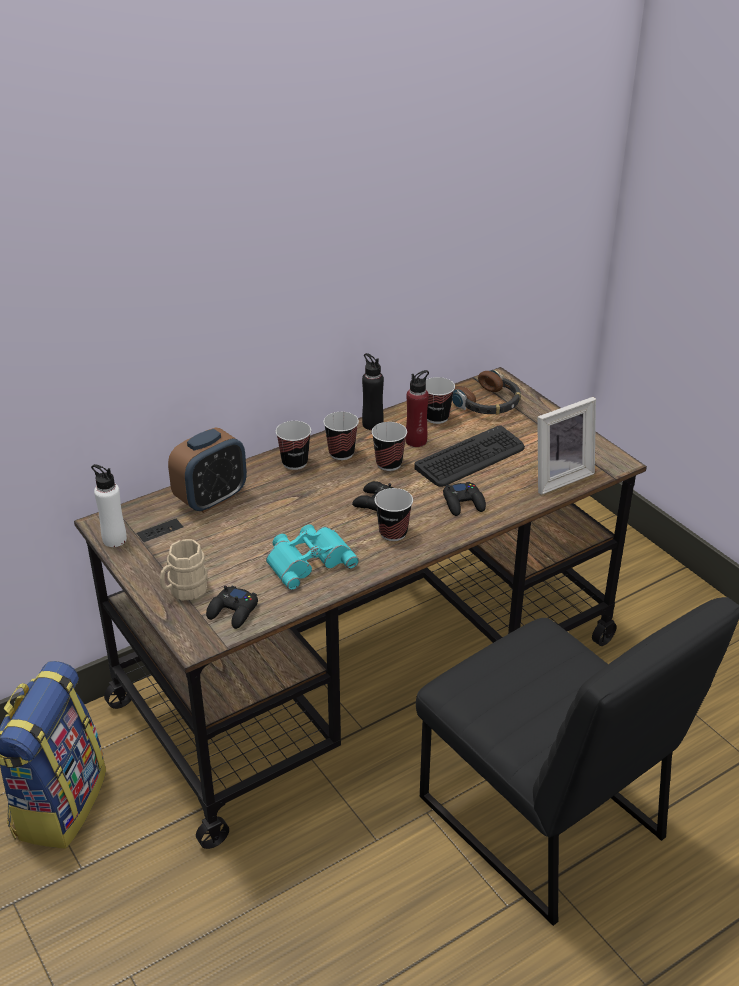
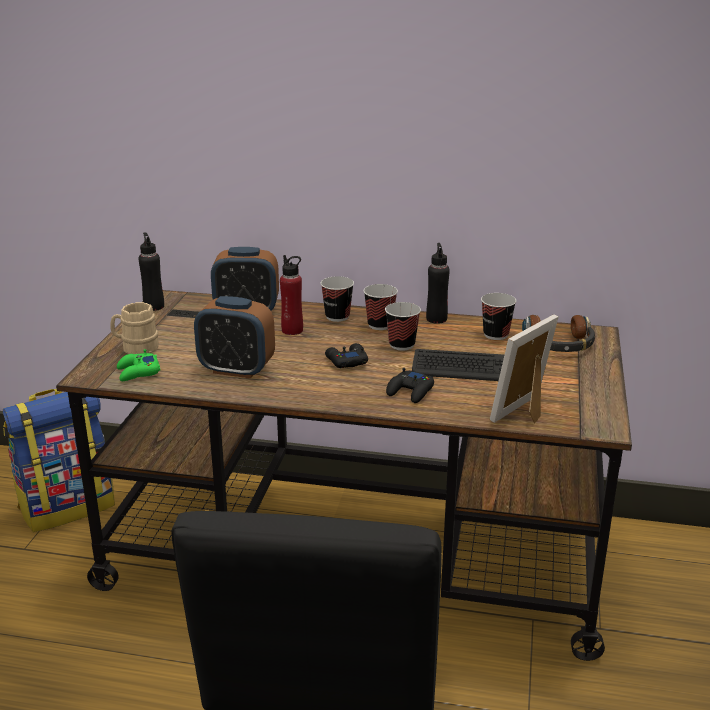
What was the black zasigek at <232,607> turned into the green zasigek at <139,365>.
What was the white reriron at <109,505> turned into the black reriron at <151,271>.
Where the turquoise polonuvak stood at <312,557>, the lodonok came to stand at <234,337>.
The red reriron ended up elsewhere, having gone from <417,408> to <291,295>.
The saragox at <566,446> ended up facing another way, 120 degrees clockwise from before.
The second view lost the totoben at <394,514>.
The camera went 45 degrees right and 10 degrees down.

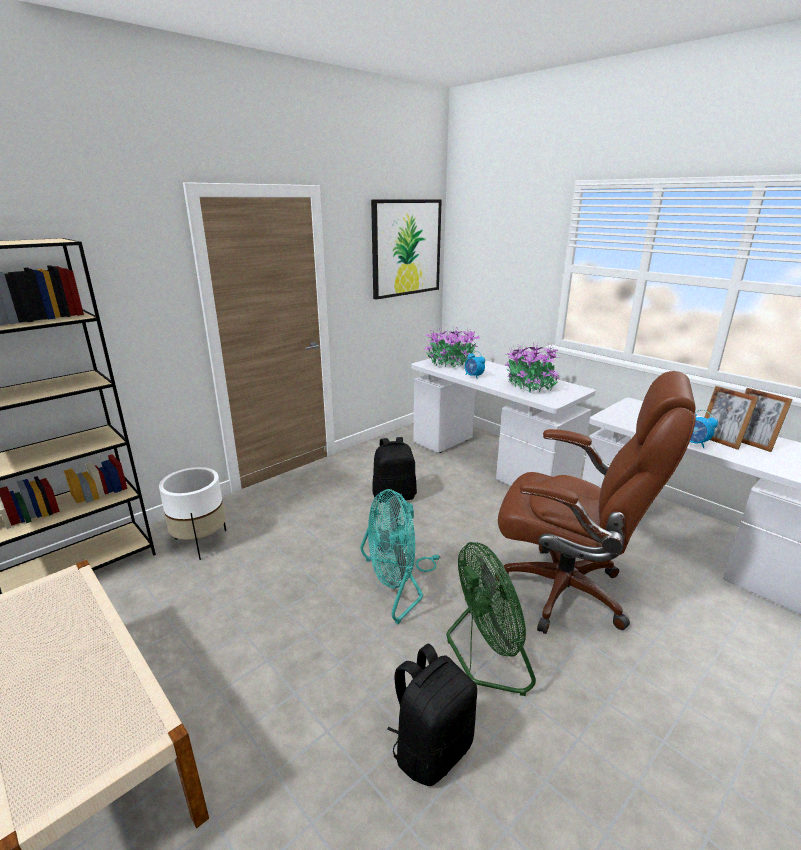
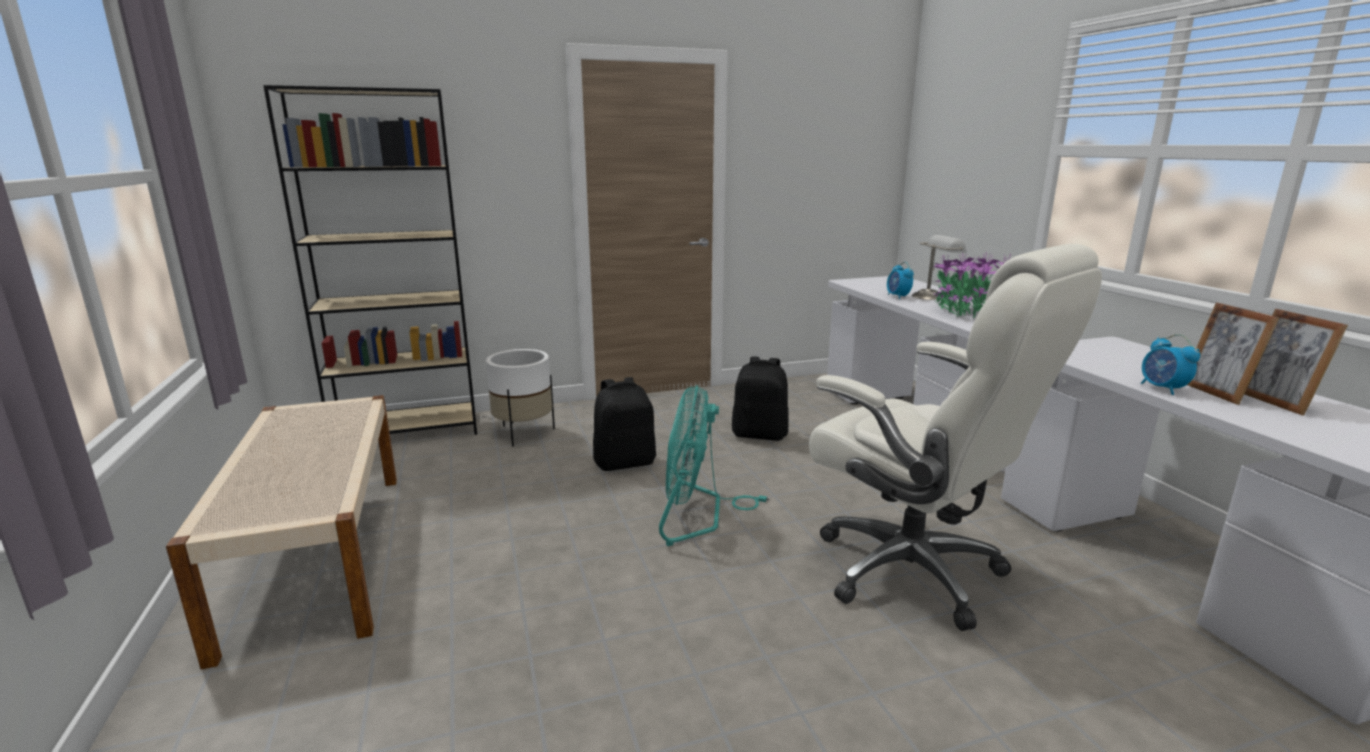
The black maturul ended up elsewhere, having gone from <432,715> to <624,424>.
What was the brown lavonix at <595,502> turned into the white lavonix at <955,437>.
The second view gained the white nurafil at <938,267>.
The second view lost the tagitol at <406,249>.
The second view lost the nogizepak at <452,347>.
The second view lost the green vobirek at <491,619>.
The camera went 25 degrees right and 5 degrees down.

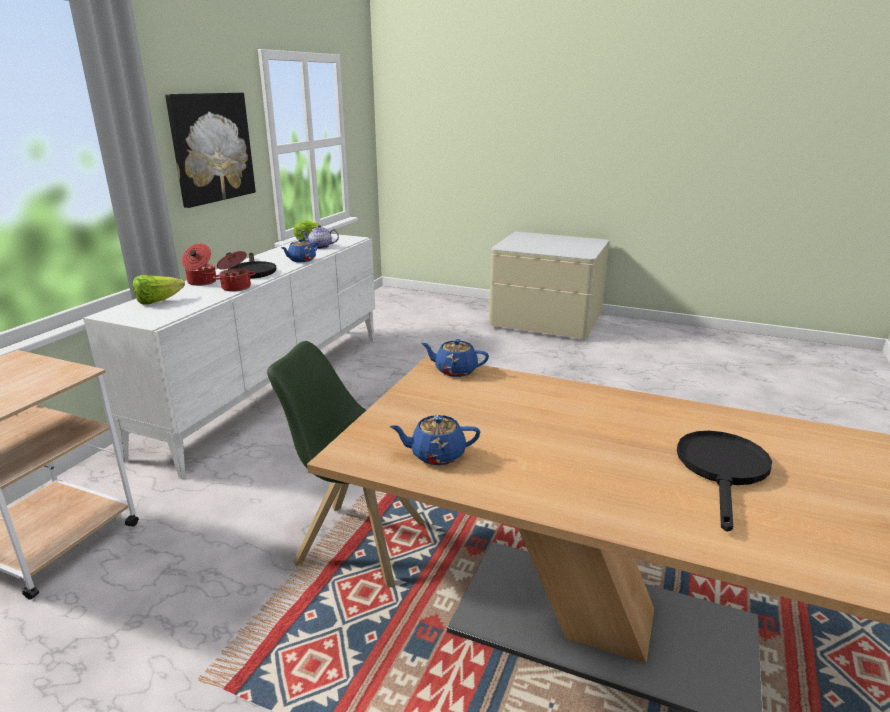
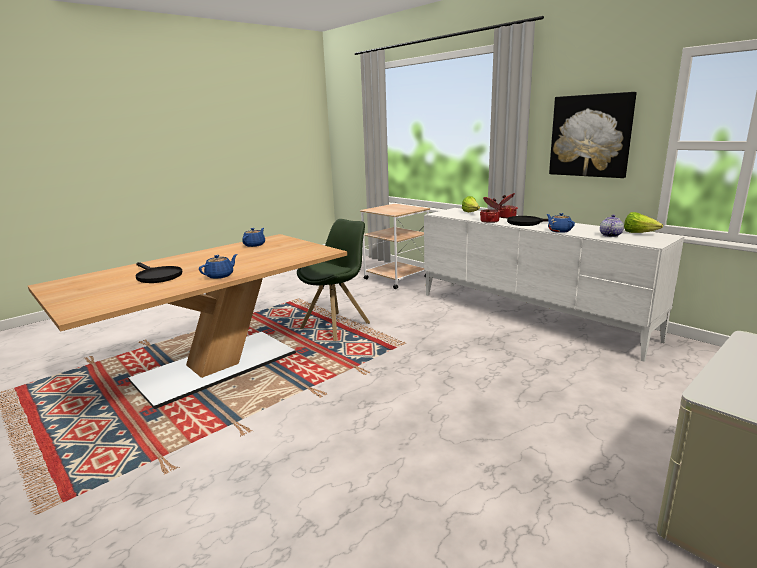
The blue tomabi ended up elsewhere, having gone from <455,358> to <218,266>.
The camera went 115 degrees right and 5 degrees down.

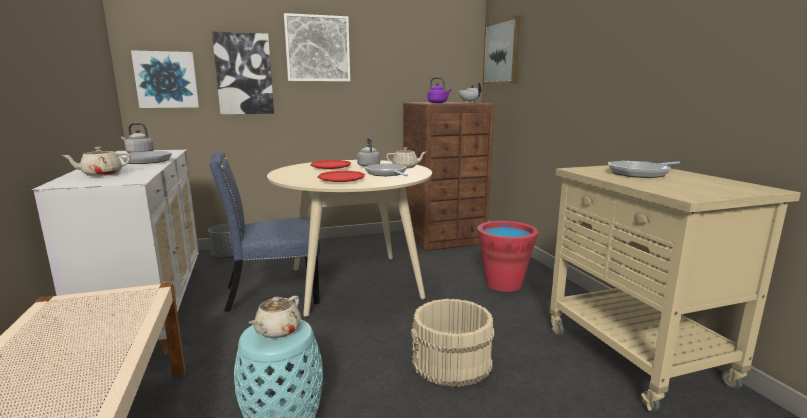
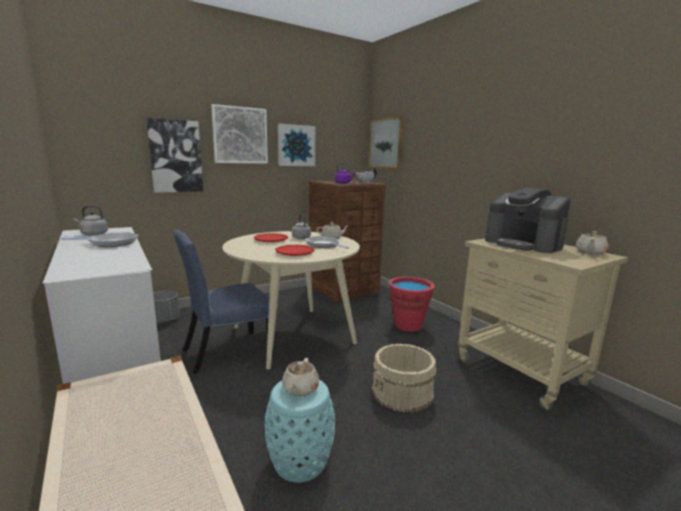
The tagitol ended up elsewhere, having gone from <165,79> to <296,145>.
Where the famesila stood at <644,169>, the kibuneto came to stand at <527,220>.
The beige tomabi ended up elsewhere, having gone from <96,161> to <592,243>.
The camera went 15 degrees left and 0 degrees up.

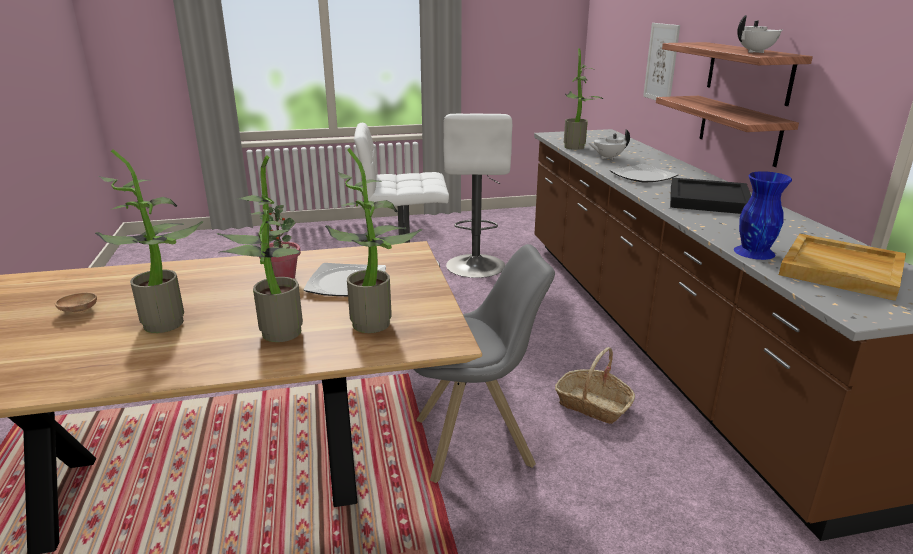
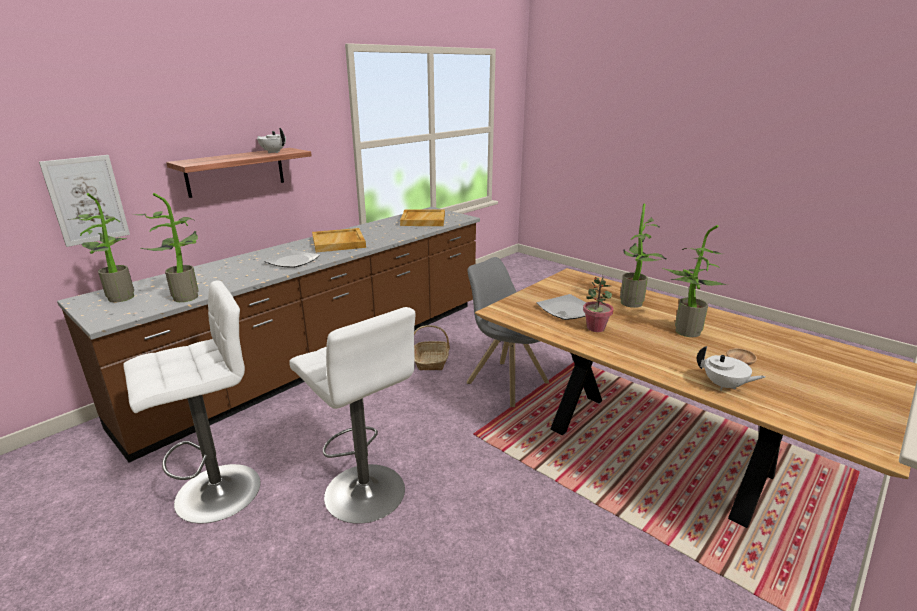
The nogizepak ended up elsewhere, having gone from <373,240> to <103,247>.
What was the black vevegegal at <710,196> turned into the beige vevegegal at <339,240>.
The white tomabi ended up elsewhere, having gone from <609,144> to <731,368>.
The second view lost the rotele at <727,131>.
The second view lost the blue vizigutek at <763,215>.
The camera went 125 degrees left and 0 degrees up.

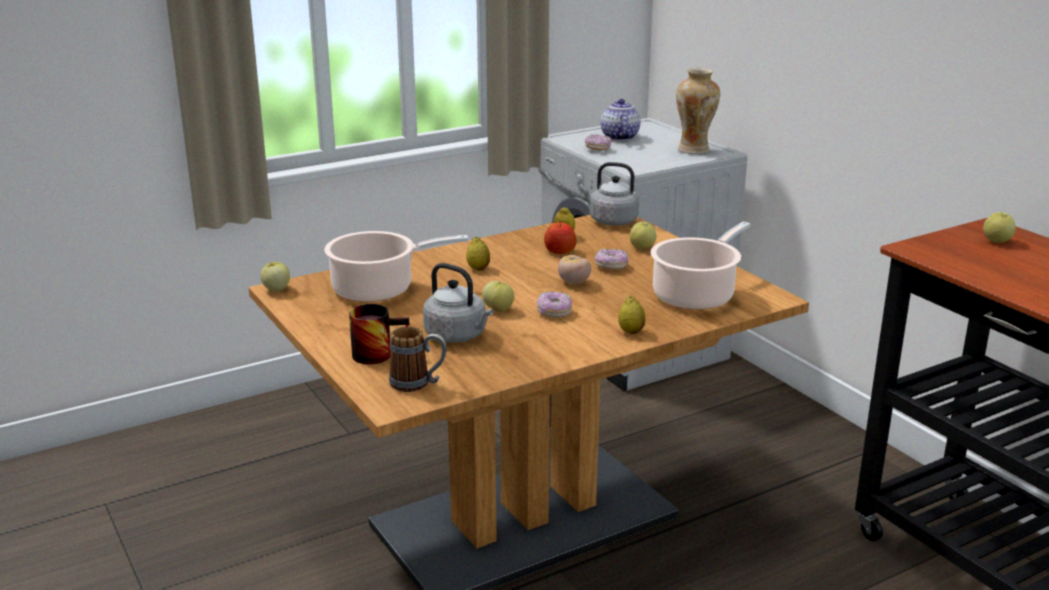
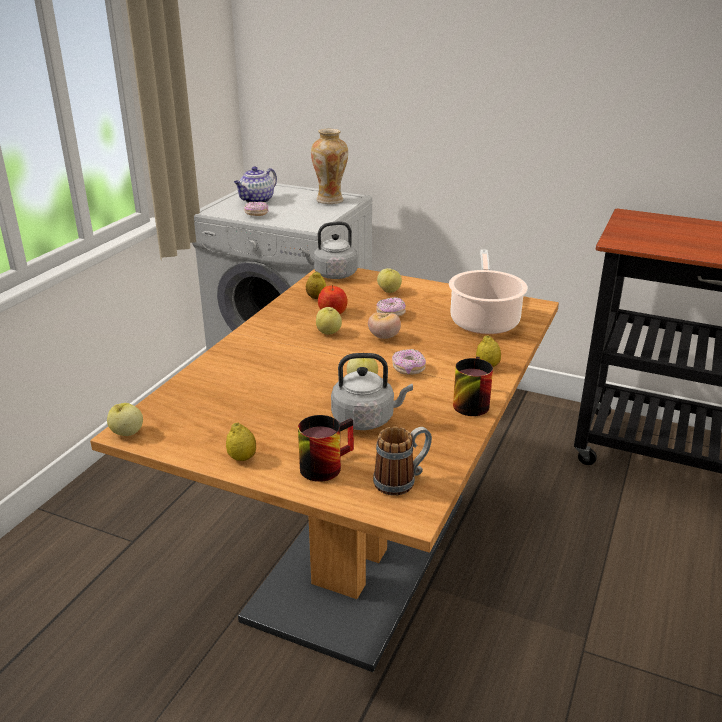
The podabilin ended up elsewhere, having gone from <478,254> to <241,441>.
The tomabi at <620,120> ended up facing another way, 105 degrees counterclockwise from before.
The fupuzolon ended up elsewhere, having gone from <999,227> to <329,320>.
The second view gained the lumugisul at <473,386>.
The second view lost the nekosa at <396,266>.
The camera went 35 degrees left and 5 degrees up.

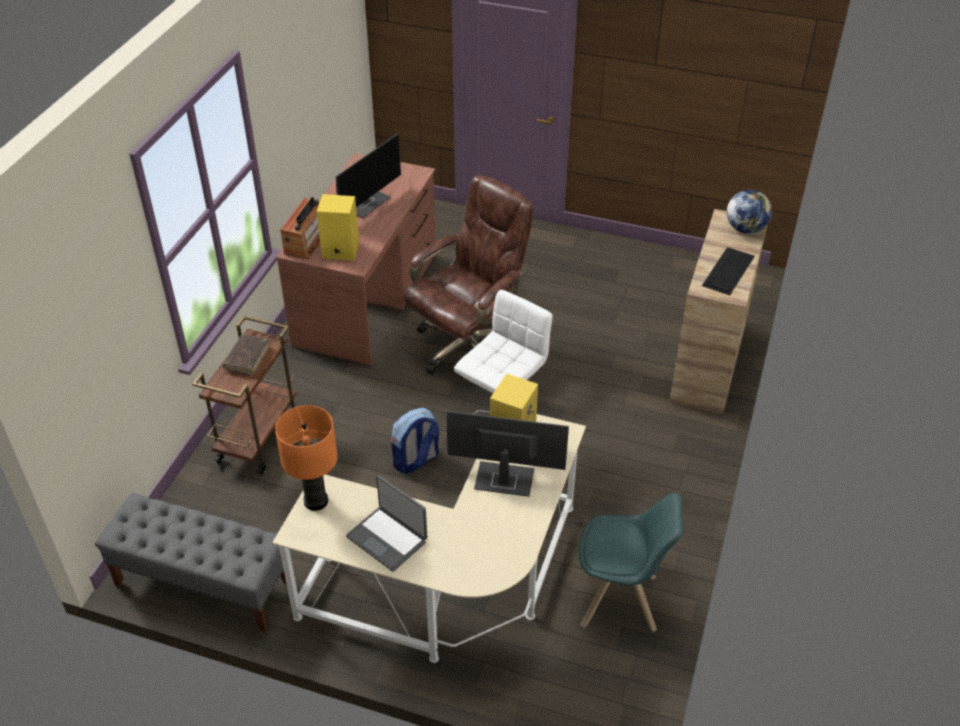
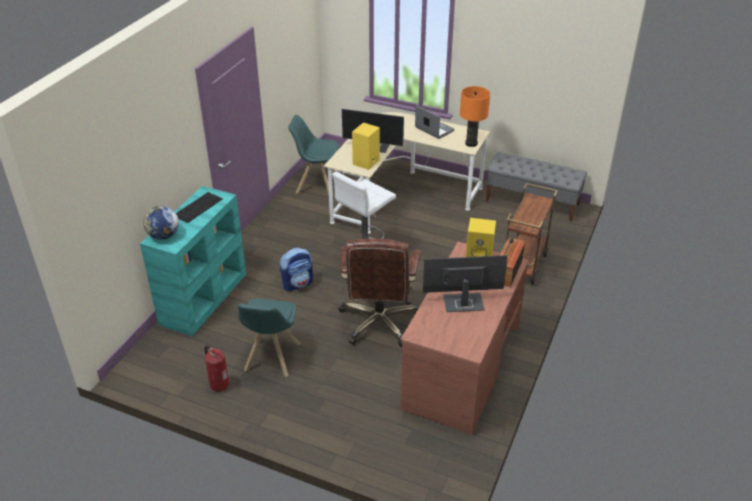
What was the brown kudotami at <718,312> turned into the turquoise kudotami at <193,261>.
The second view gained the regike at <217,368>.
The second view gained the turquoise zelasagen at <269,337>.
The maturul ended up elsewhere, having gone from <415,441> to <296,269>.
The brown lavonix at <468,275> ended up facing another way, 45 degrees counterclockwise from before.
The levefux at <368,175> ended up facing another way, 45 degrees clockwise from before.
The second view lost the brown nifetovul at <246,355>.
The camera went 175 degrees left and 5 degrees down.

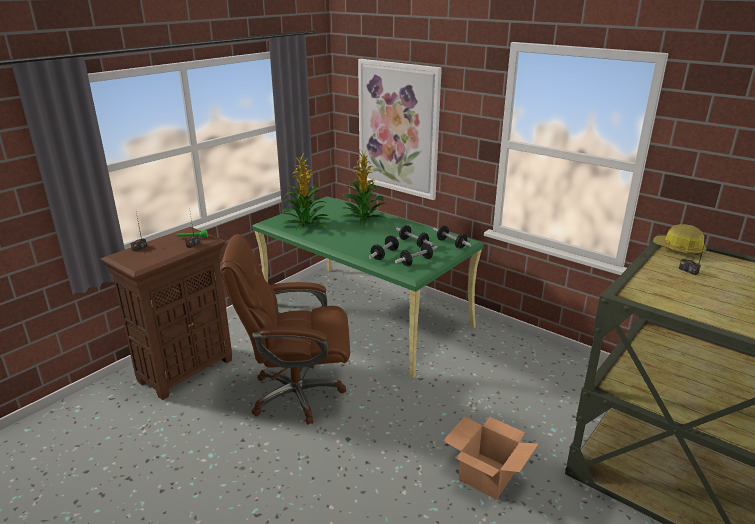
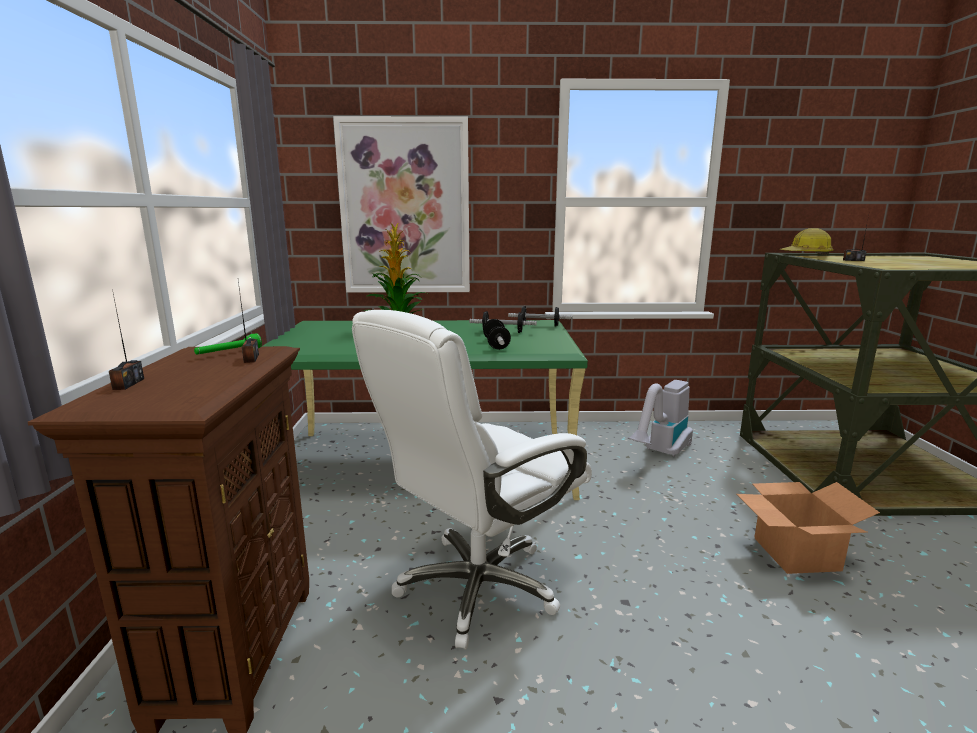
What was the brown lavonix at <285,329> turned into the white lavonix at <472,479>.
The second view gained the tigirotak at <660,418>.
The second view lost the nogizepak at <305,192>.
The second view lost the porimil at <416,254>.
The camera went 40 degrees left and 10 degrees down.

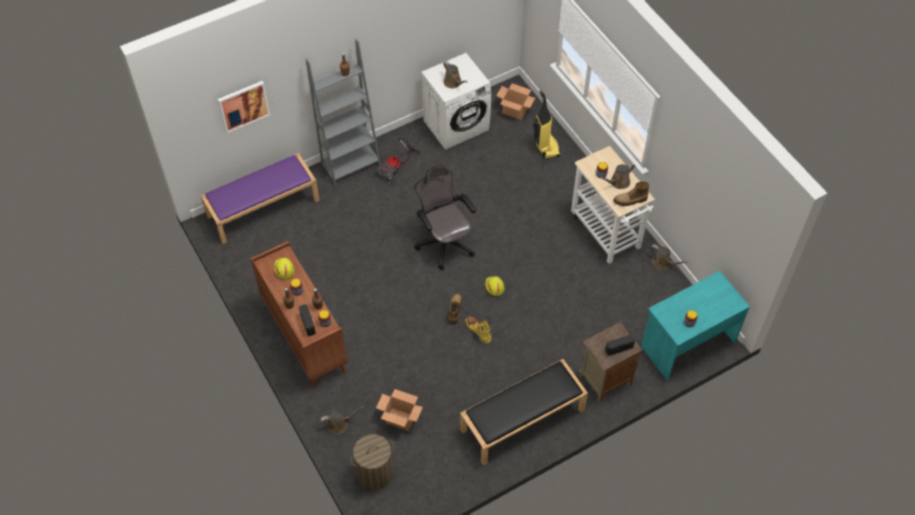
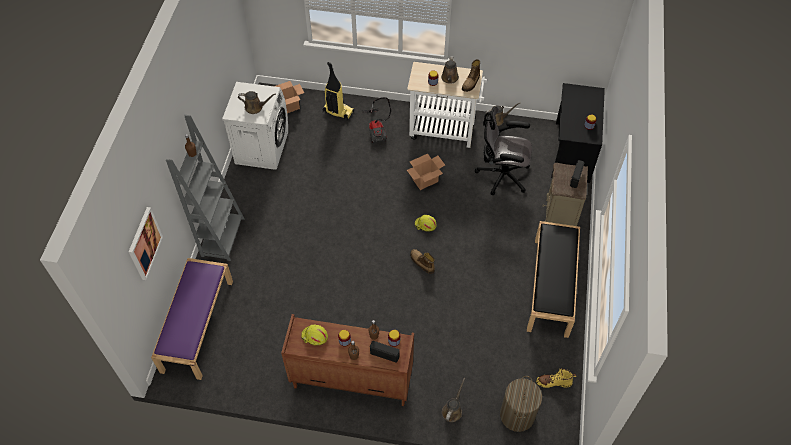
The tigirotak ended up elsewhere, having gone from <398,160> to <377,120>.
The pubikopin ended up elsewhere, having gone from <399,410> to <426,172>.
The lavonix ended up elsewhere, having gone from <445,218> to <503,151>.
The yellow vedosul ended up elsewhere, having gone from <479,330> to <556,378>.
What was the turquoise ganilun at <695,325> turned into the black ganilun at <578,133>.
The camera went 50 degrees left and 0 degrees up.

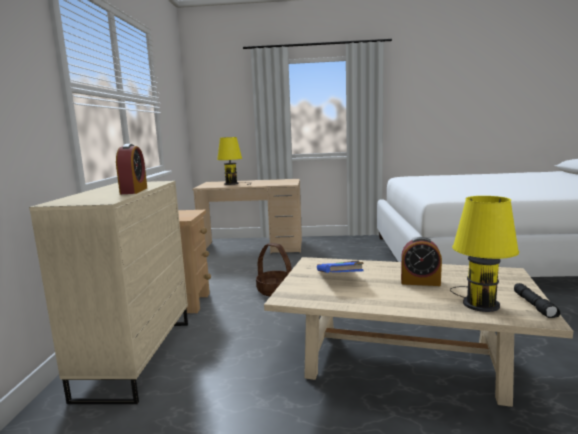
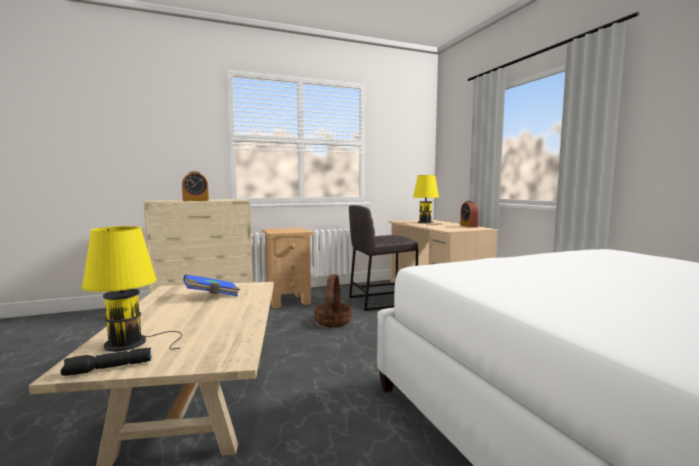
The second view gained the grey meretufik at <383,258>.
The lodonok ended up elsewhere, having gone from <421,261> to <469,214>.
The camera went 65 degrees right and 5 degrees down.

